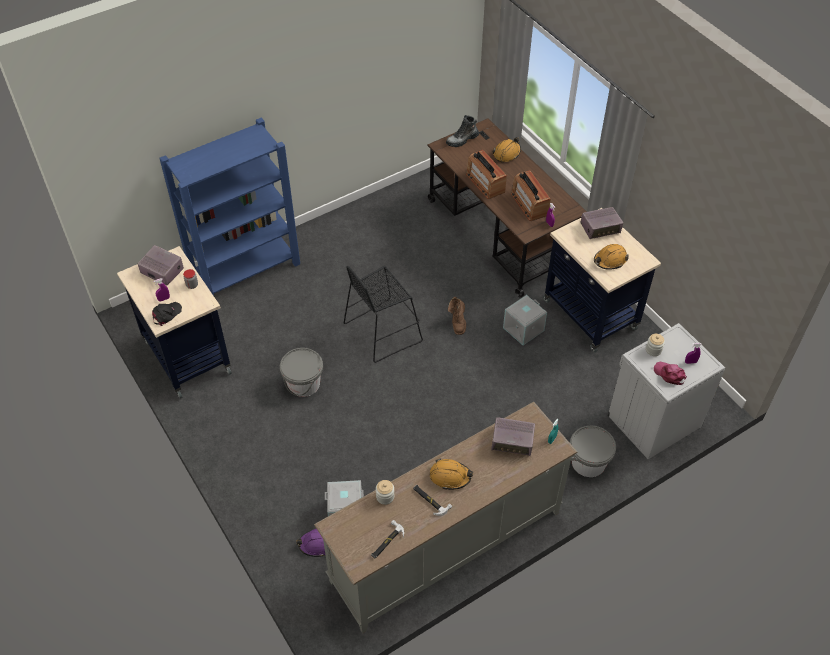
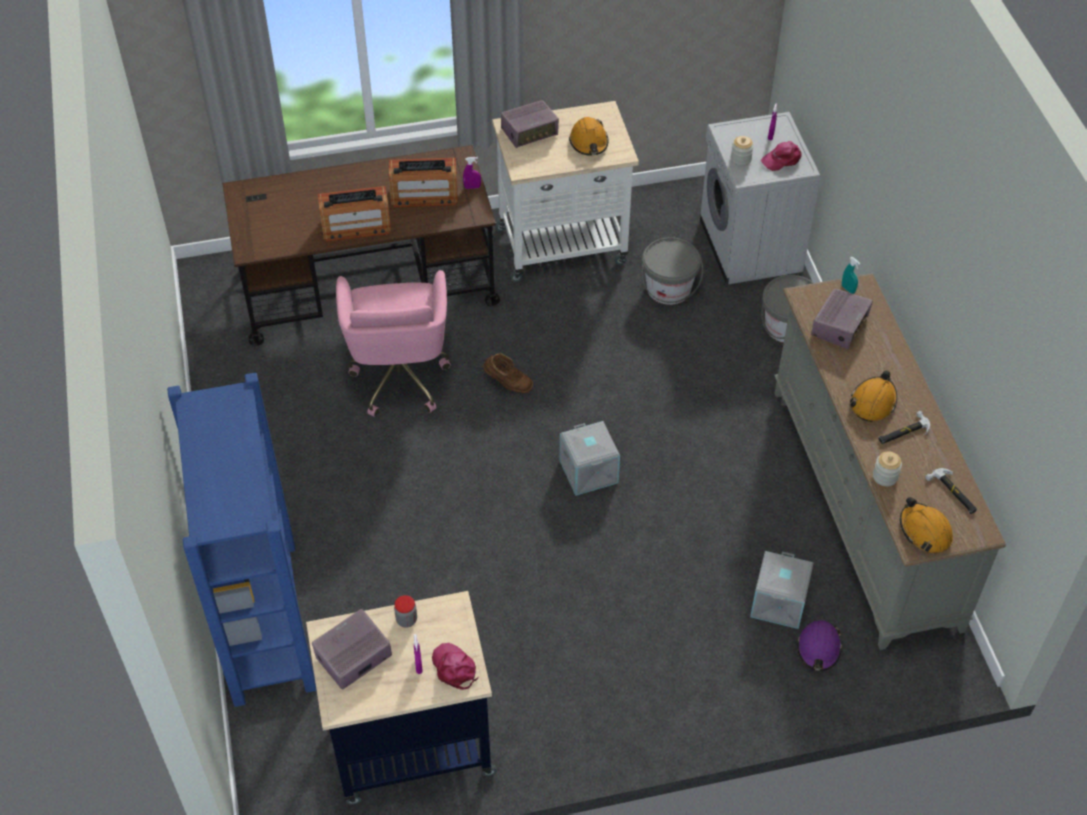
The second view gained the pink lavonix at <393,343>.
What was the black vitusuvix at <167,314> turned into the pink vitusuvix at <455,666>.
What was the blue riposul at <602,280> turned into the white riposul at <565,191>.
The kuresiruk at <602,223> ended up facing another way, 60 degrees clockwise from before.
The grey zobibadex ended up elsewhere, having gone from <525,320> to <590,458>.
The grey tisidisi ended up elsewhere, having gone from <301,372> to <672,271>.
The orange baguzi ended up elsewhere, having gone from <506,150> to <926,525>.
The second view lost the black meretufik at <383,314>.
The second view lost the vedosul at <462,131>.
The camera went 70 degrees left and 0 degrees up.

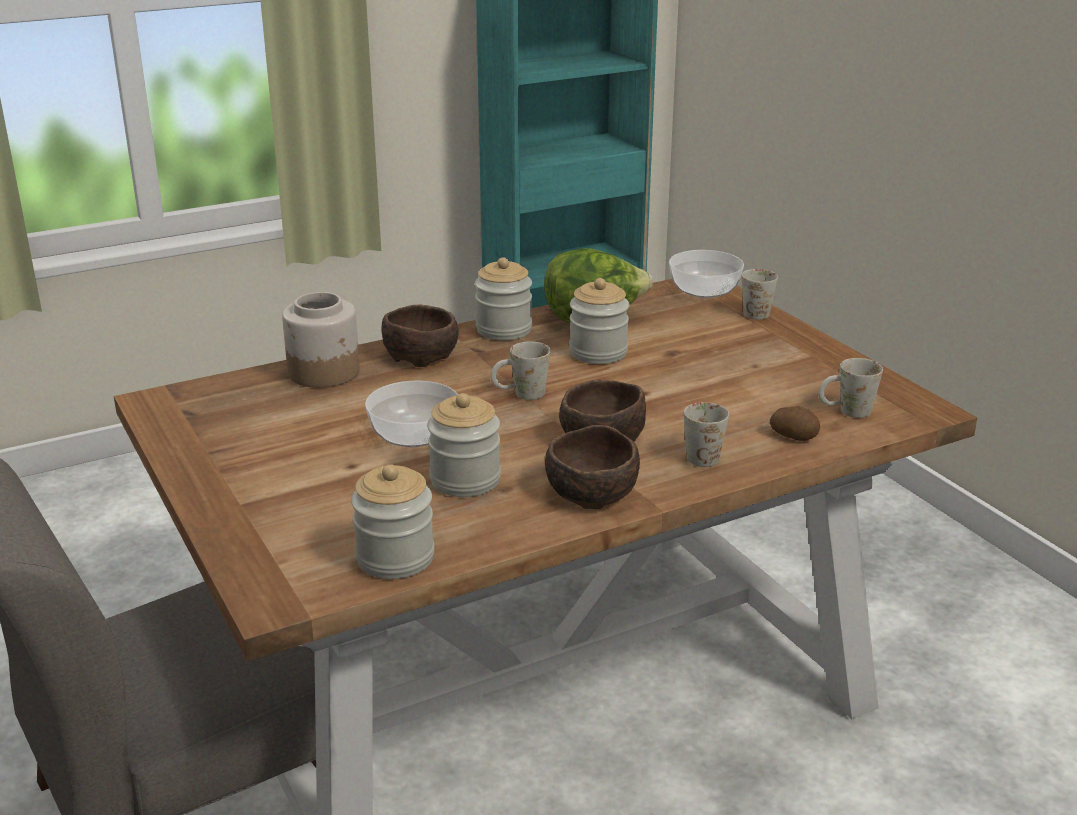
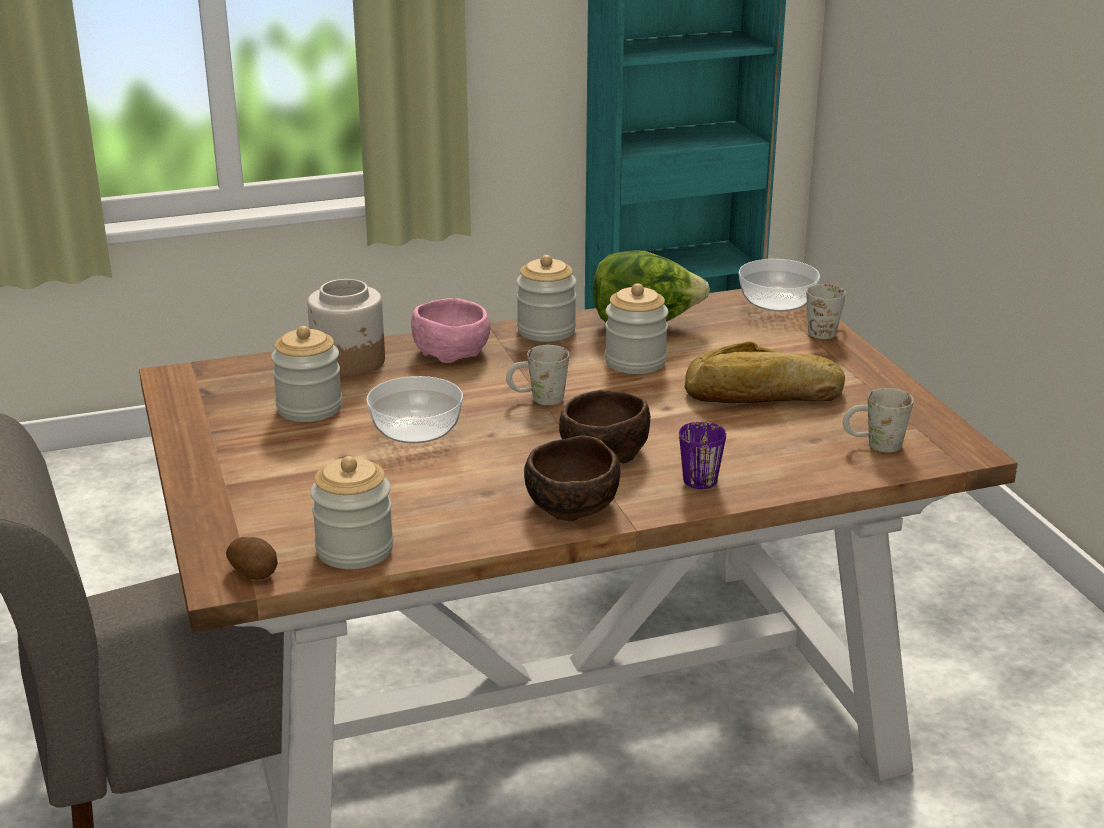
The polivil ended up elsewhere, having gone from <795,423> to <252,558>.
The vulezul ended up elsewhere, having gone from <464,445> to <306,374>.
What was the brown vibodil at <419,335> turned into the pink vibodil at <450,330>.
What was the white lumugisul at <706,434> turned into the purple lumugisul at <702,455>.
The second view gained the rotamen at <764,372>.
The camera went 10 degrees right and 0 degrees up.

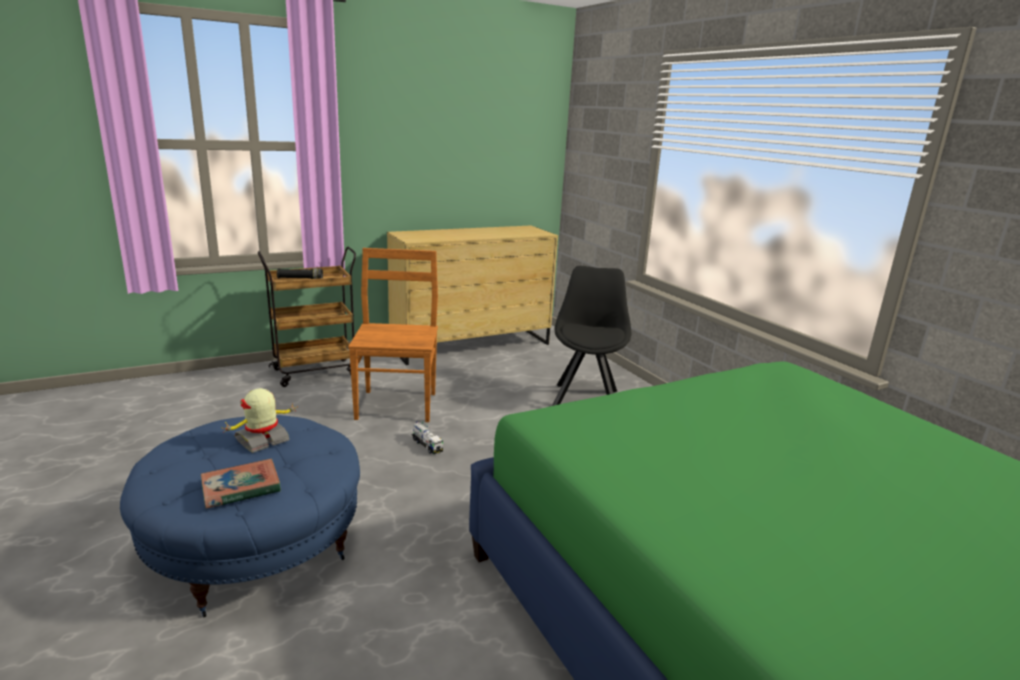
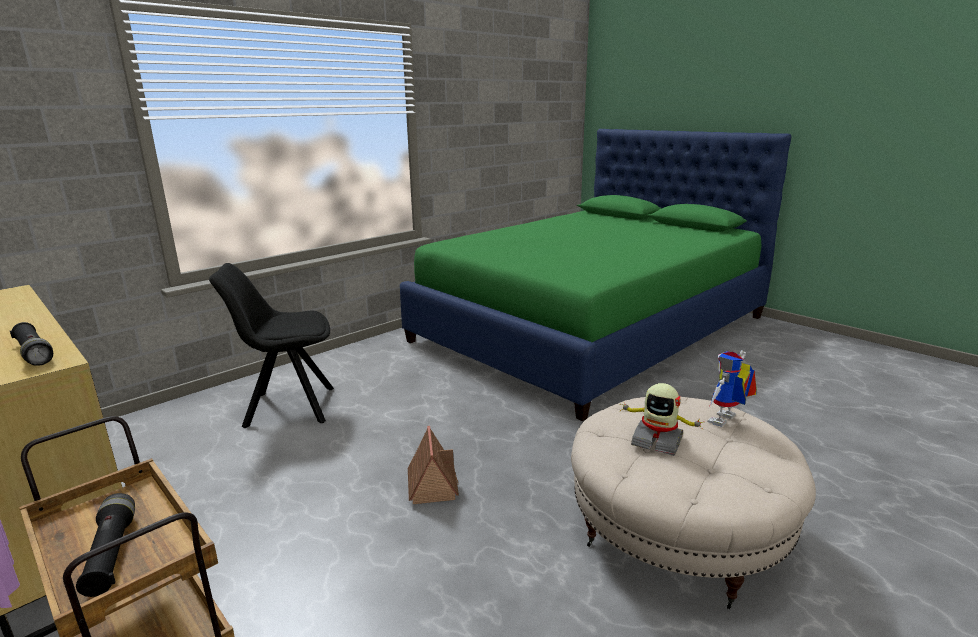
The second view gained the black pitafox at <31,344>.
Where the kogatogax stood at <427,437>, the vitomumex came to stand at <433,465>.
What was the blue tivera at <240,516> turned into the beige tivera at <693,503>.
Where the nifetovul stood at <241,483>, the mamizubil came to stand at <732,388>.
The second view lost the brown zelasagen at <393,335>.
The camera went 105 degrees left and 0 degrees up.

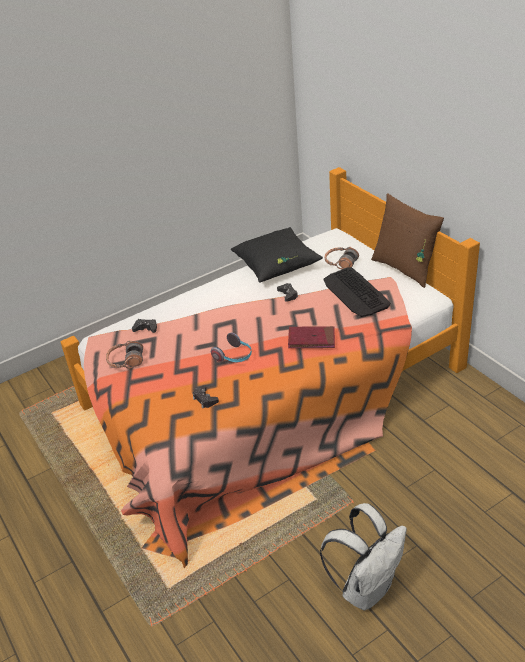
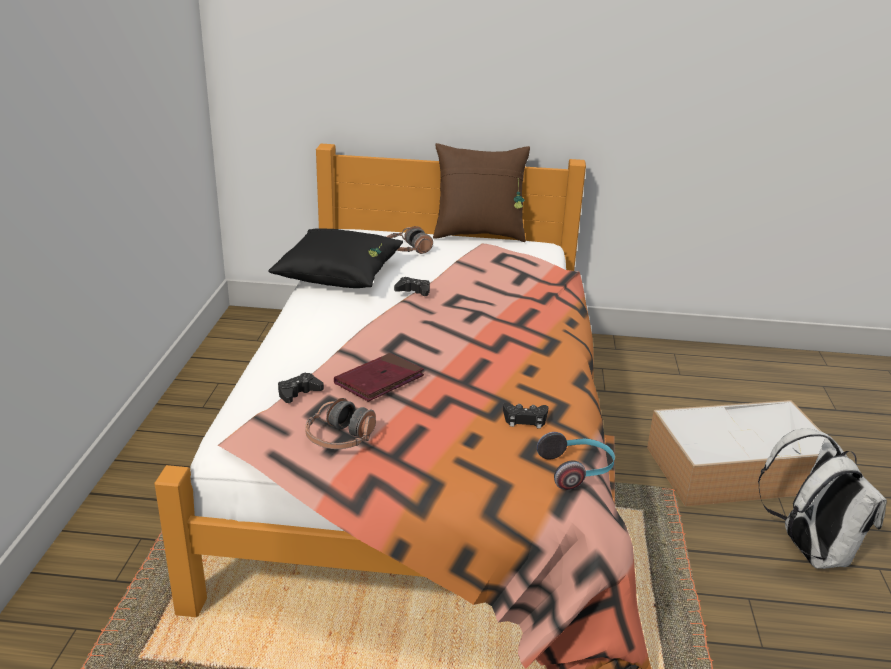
The red nifetovul ended up elsewhere, having gone from <311,337> to <379,377>.
The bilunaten ended up elsewhere, having gone from <231,347> to <576,461>.
The second view gained the zobibadex at <736,453>.
The second view lost the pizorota at <357,292>.
The camera went 55 degrees left and 10 degrees down.

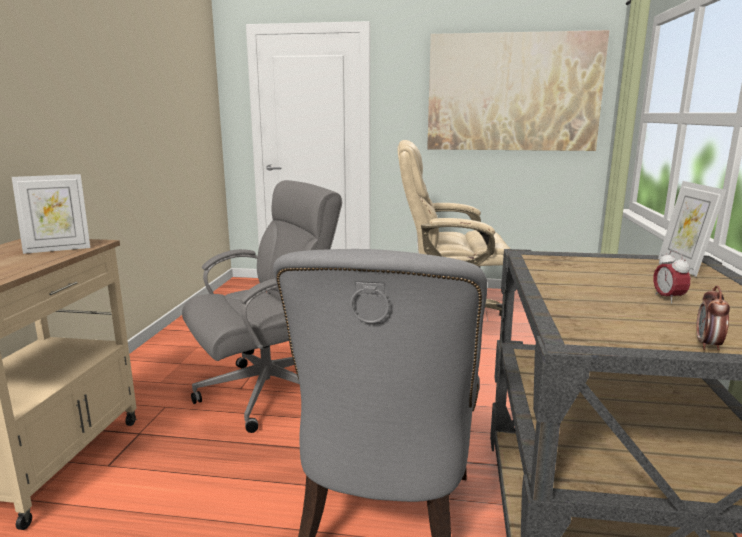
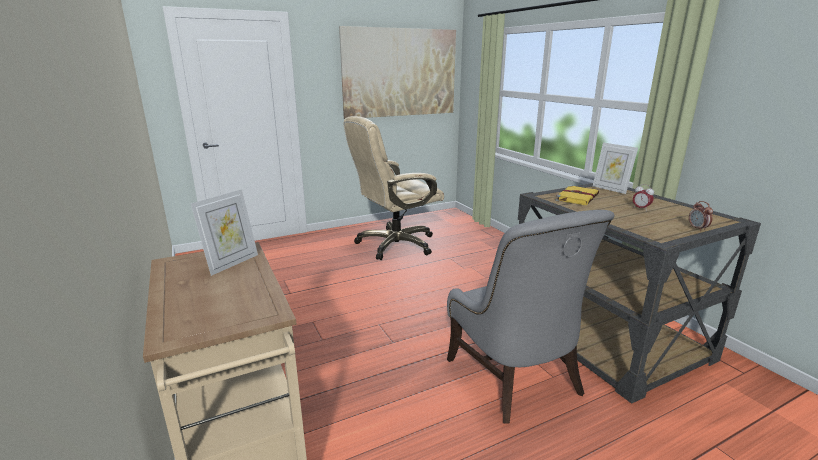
The second view gained the yellow nifetovul at <577,195>.
The second view lost the grey lavonix at <262,306>.
The camera went 35 degrees left and 5 degrees up.

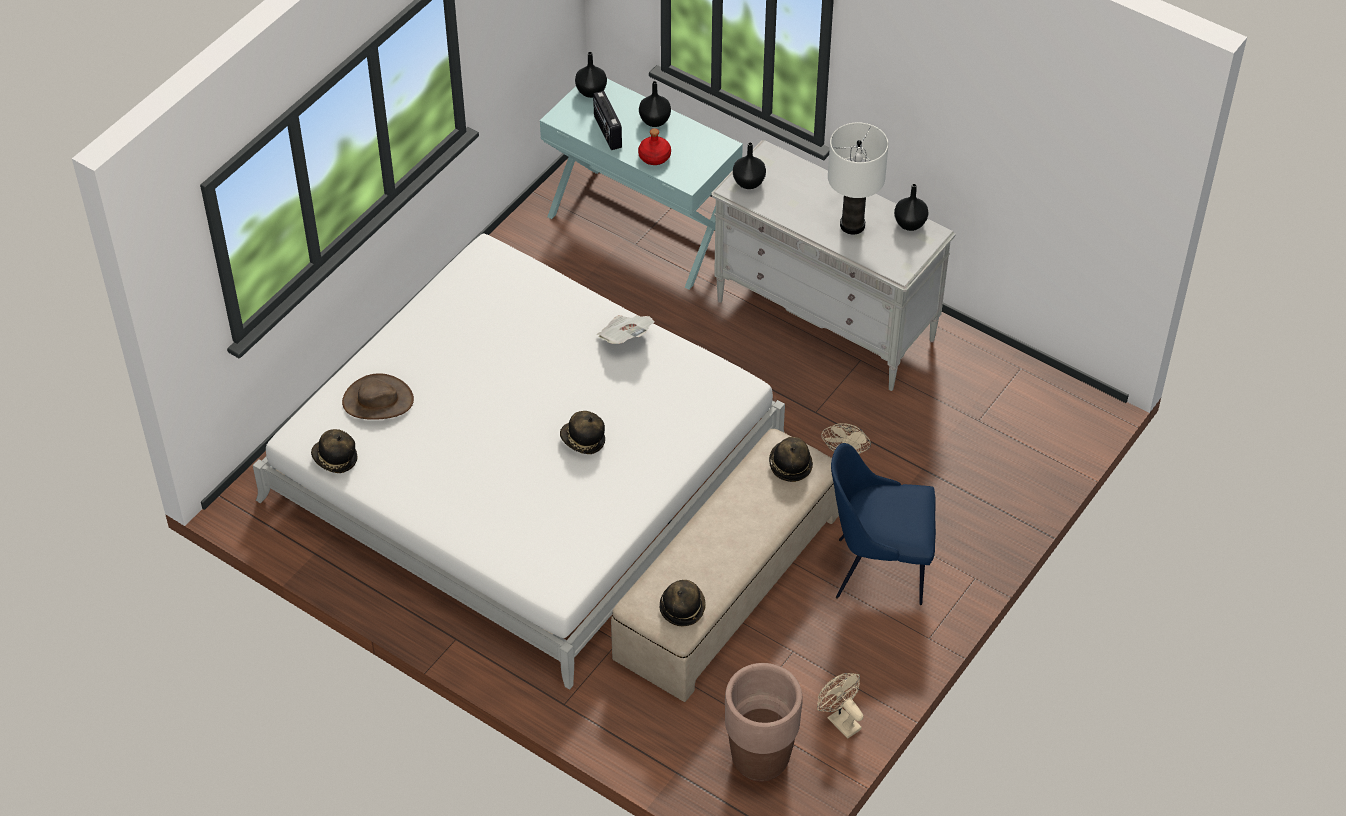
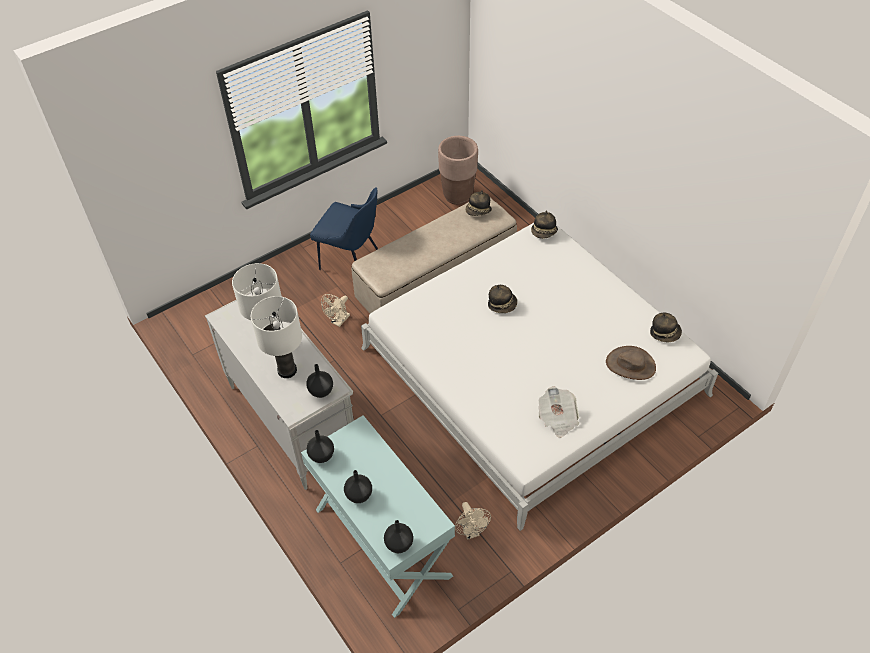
The second view gained the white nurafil at <276,337>.
The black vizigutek ended up elsewhere, having gone from <911,207> to <320,446>.
The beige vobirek ended up elsewhere, having gone from <840,706> to <473,521>.
The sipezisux ended up elsewhere, having gone from <791,459> to <544,225>.
The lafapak ended up elsewhere, having gone from <626,329> to <558,412>.
The second view lost the kuresiruk at <607,120>.
The second view lost the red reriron at <654,146>.
The camera went 160 degrees left and 0 degrees up.

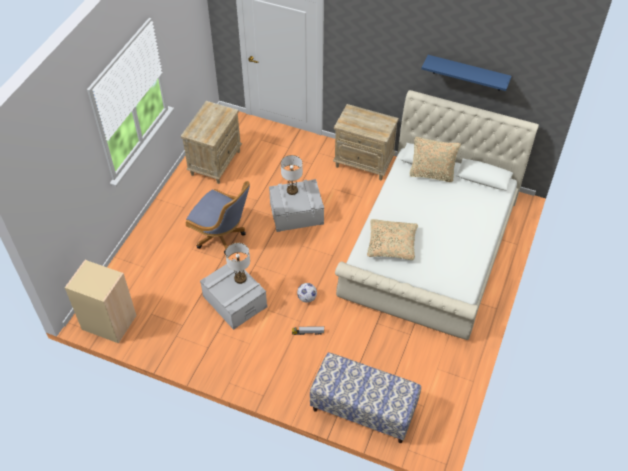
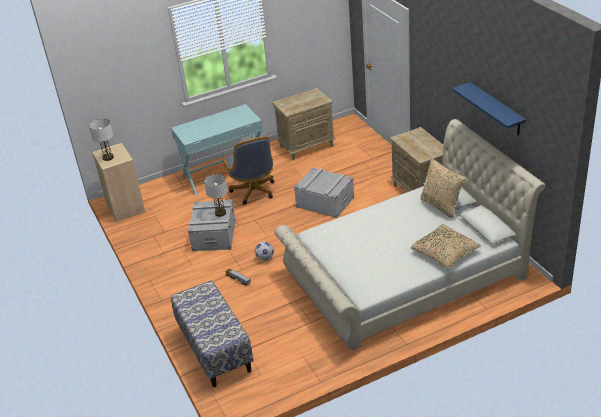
The nurafil ended up elsewhere, having gone from <292,175> to <101,140>.
The second view gained the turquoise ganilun at <217,150>.
The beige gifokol ended up elsewhere, having gone from <392,239> to <446,246>.
The camera went 45 degrees right and 15 degrees down.

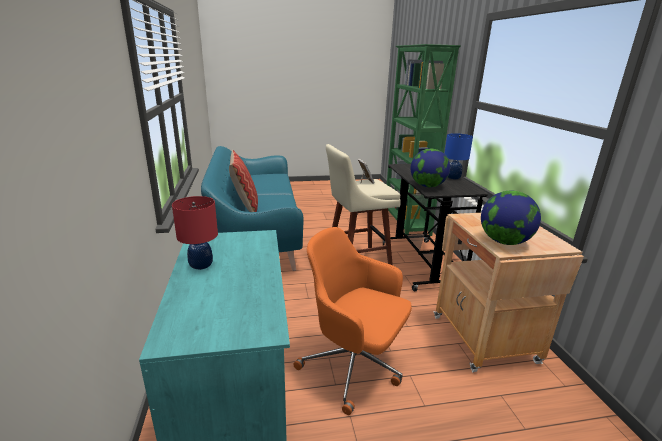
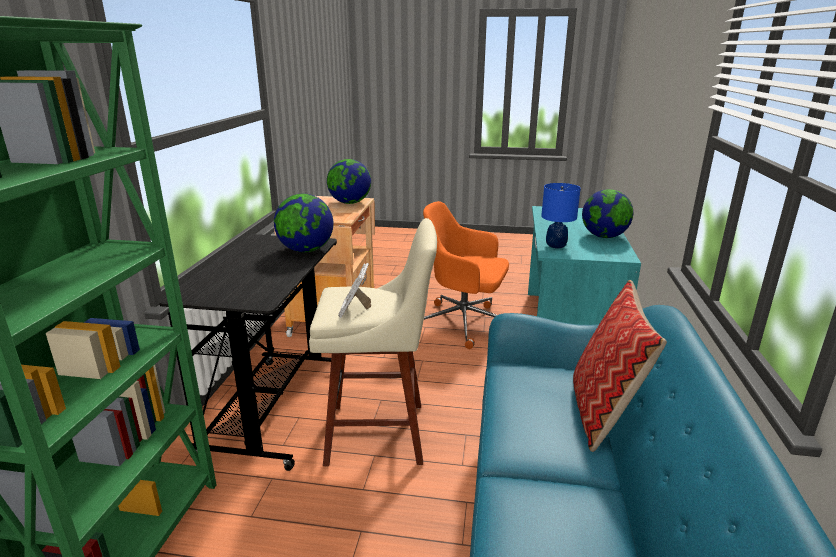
The orange lavonix at <352,321> ended up facing another way, 150 degrees clockwise from before.
The blue nurafil ended up elsewhere, having gone from <458,156> to <561,215>.
Where the red nurafil stood at <195,233>, the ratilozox came to stand at <607,213>.
The camera went 160 degrees left and 0 degrees up.

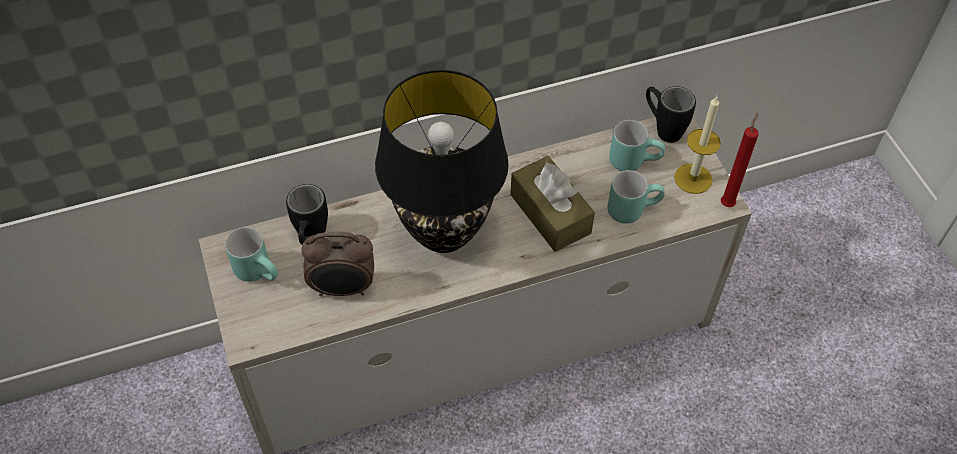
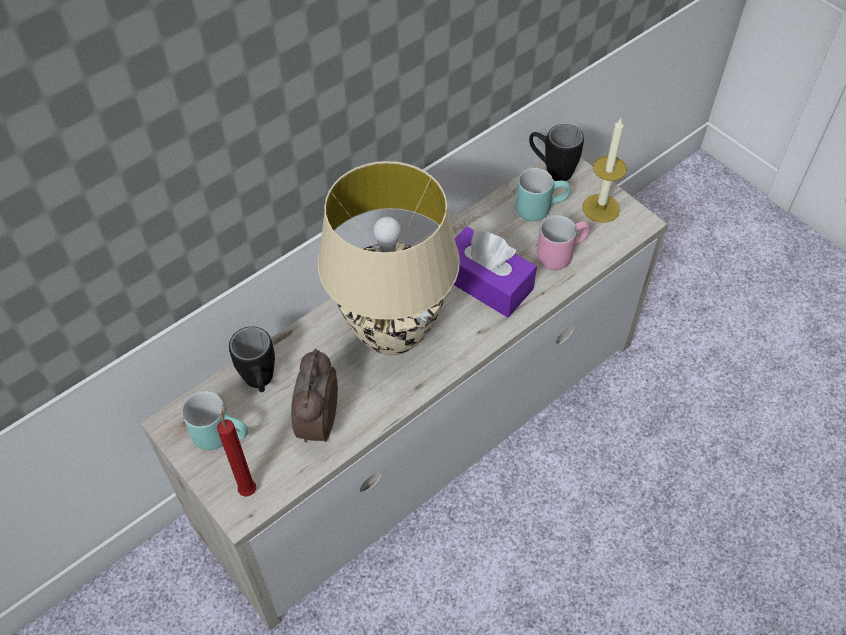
The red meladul ended up elsewhere, having gone from <740,160> to <236,449>.
The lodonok at <338,264> ended up facing another way, 120 degrees clockwise from before.
What was the black nurafil at <442,161> turned into the beige nurafil at <389,258>.
What was the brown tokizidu at <552,204> turned into the purple tokizidu at <495,271>.
What was the turquoise lumugisul at <636,197> turned into the pink lumugisul at <563,243>.
The camera went 20 degrees left and 0 degrees up.

